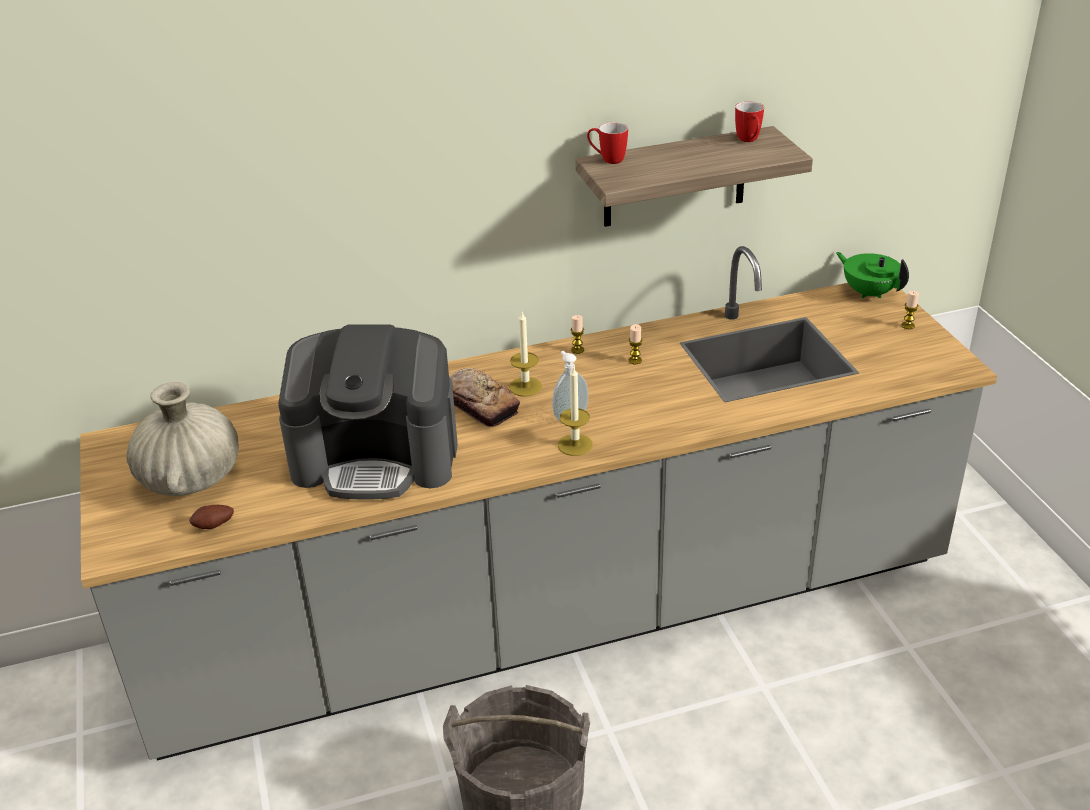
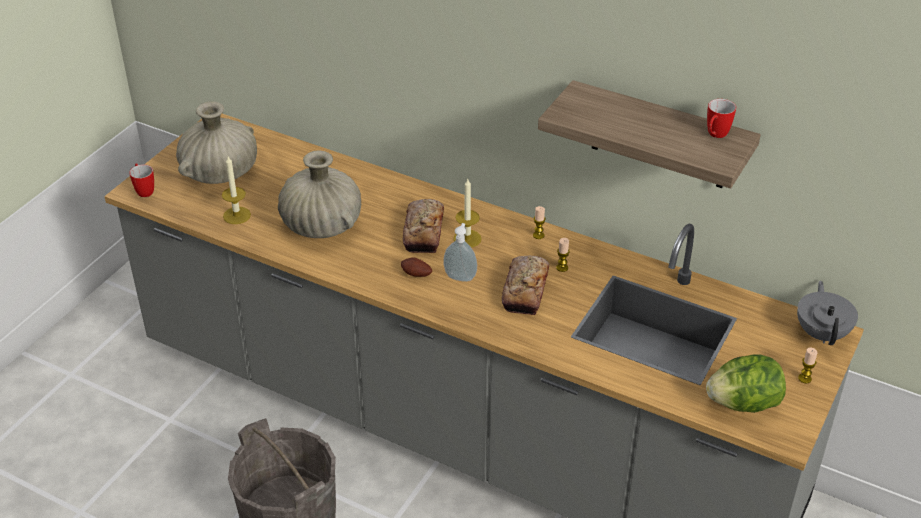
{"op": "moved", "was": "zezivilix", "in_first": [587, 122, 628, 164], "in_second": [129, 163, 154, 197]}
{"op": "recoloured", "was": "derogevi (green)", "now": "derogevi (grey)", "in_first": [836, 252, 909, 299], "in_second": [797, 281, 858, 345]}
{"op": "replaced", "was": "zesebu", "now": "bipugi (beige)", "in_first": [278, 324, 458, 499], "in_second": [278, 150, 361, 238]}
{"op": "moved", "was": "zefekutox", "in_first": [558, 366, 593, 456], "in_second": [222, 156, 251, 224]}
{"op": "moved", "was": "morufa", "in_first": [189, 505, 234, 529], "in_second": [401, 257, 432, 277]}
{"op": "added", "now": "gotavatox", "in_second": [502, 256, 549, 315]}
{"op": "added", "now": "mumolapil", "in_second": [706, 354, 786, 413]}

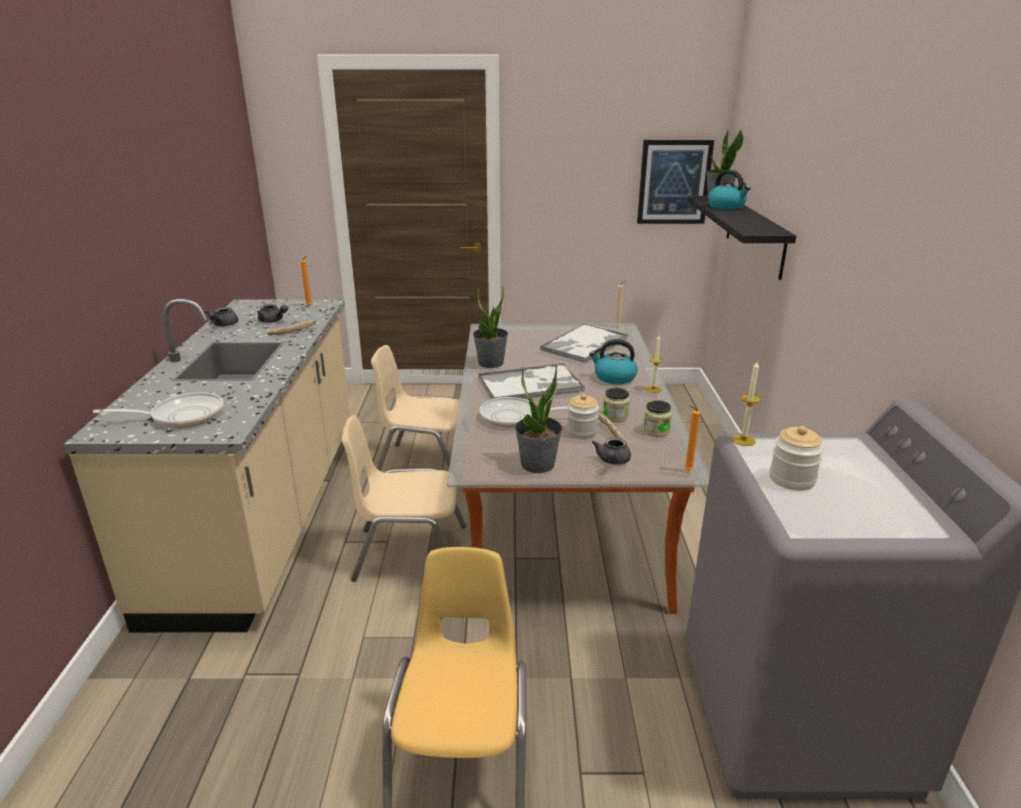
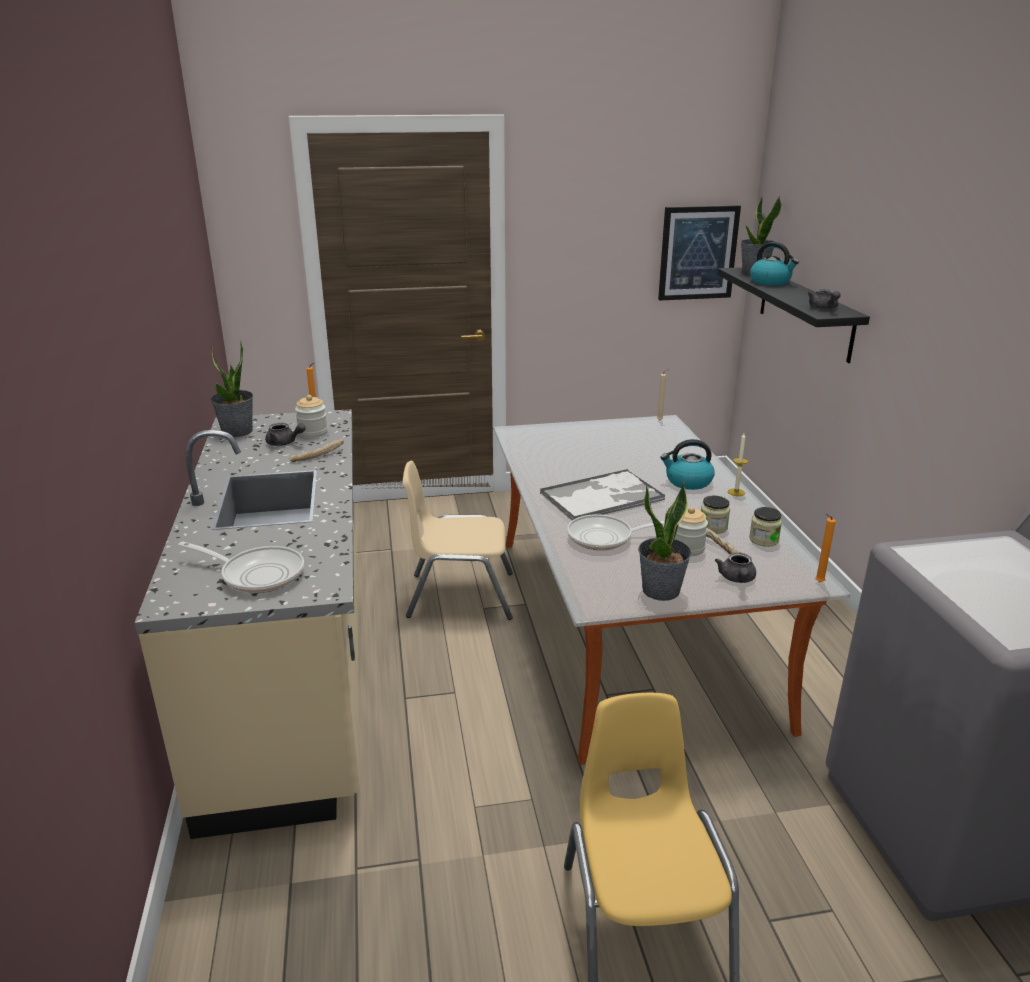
{"op": "moved", "was": "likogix", "in_first": [473, 287, 508, 368], "in_second": [211, 341, 253, 437]}
{"op": "moved", "was": "derogevi (grey)", "in_first": [205, 307, 238, 326], "in_second": [808, 289, 841, 310]}
{"op": "removed", "was": "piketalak", "in_first": [540, 324, 628, 363]}
{"op": "removed", "was": "zefekutox", "in_first": [732, 362, 761, 446]}
{"op": "turned", "was": "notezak", "in_first": [93, 392, 223, 428], "in_second": [178, 541, 304, 593], "clockwise": 45}
{"op": "removed", "was": "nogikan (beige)", "in_first": [342, 415, 466, 582]}
{"op": "moved", "was": "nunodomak", "in_first": [770, 426, 824, 491], "in_second": [295, 395, 328, 438]}

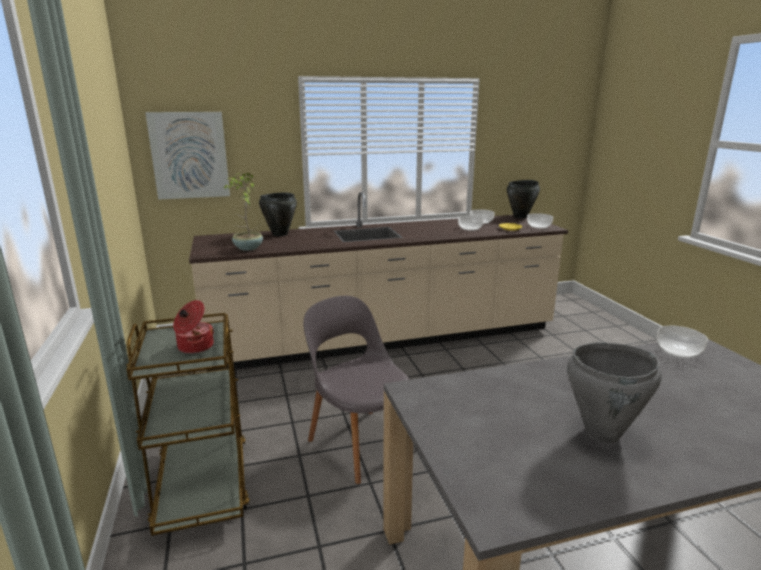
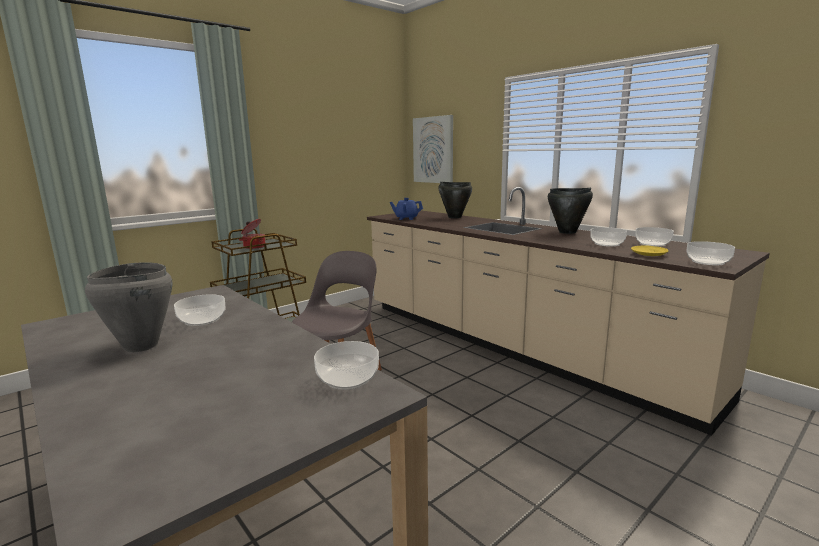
{"op": "replaced", "was": "likogix", "now": "derogevi (blue)", "in_first": [223, 173, 263, 251], "in_second": [390, 198, 423, 220]}
{"op": "moved", "was": "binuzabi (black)", "in_first": [507, 180, 540, 218], "in_second": [548, 188, 593, 234]}
{"op": "added", "now": "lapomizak", "in_second": [174, 294, 225, 326]}

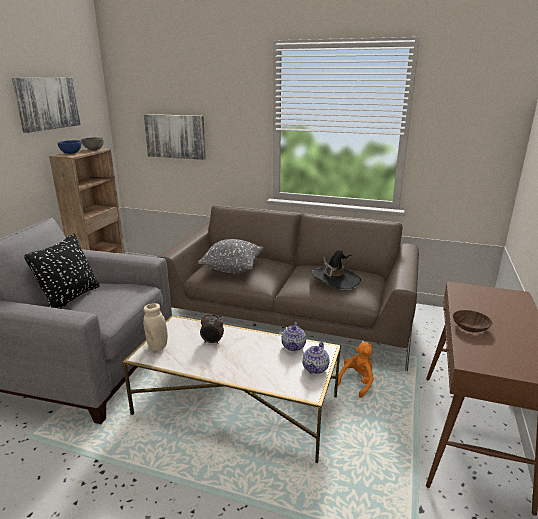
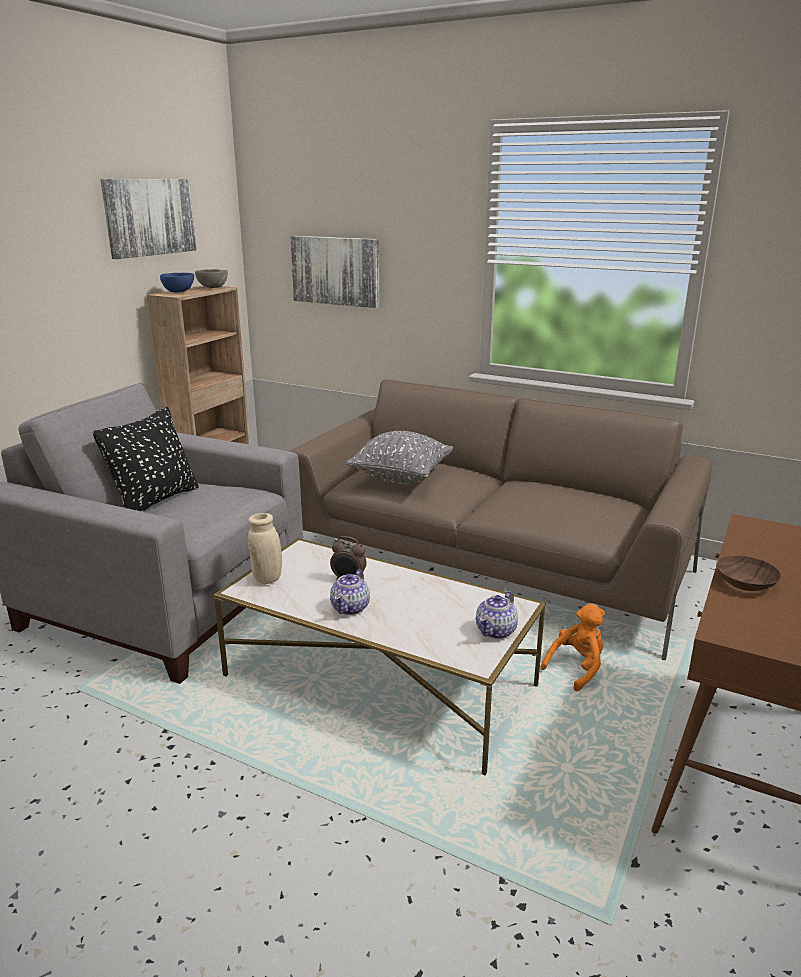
{"op": "removed", "was": "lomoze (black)", "in_first": [311, 249, 361, 289]}
{"op": "moved", "was": "derogevi", "in_first": [281, 322, 306, 351], "in_second": [330, 569, 370, 615]}

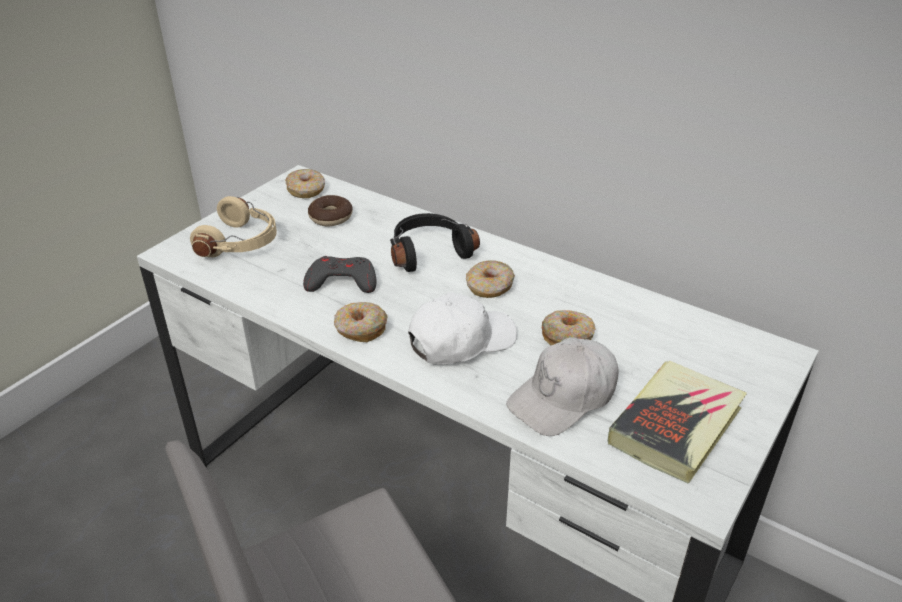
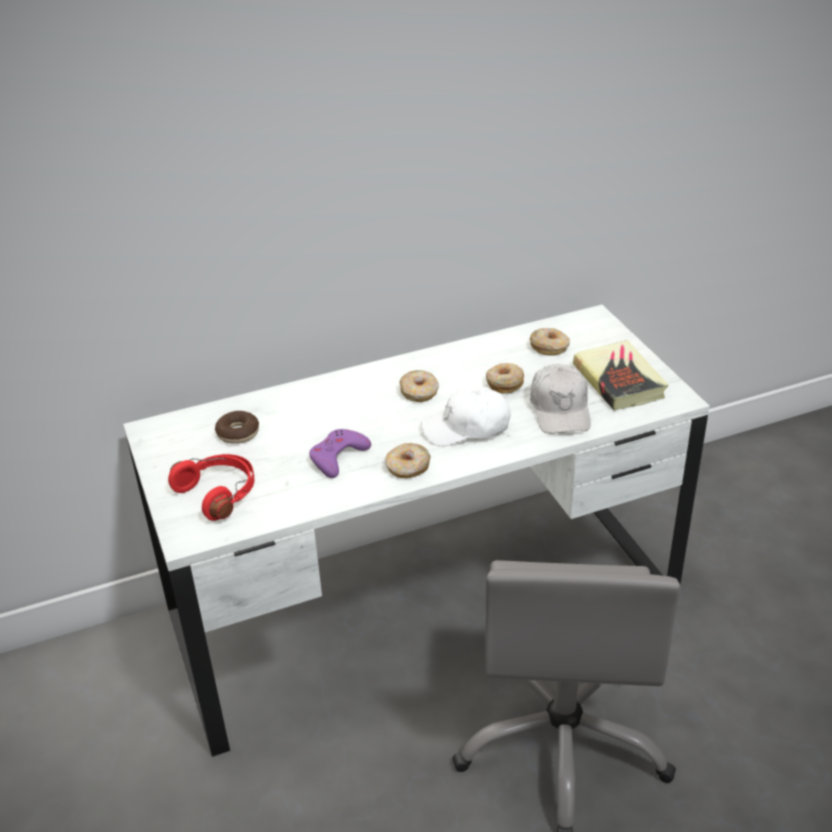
{"op": "moved", "was": "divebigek", "in_first": [285, 169, 325, 198], "in_second": [529, 328, 570, 355]}
{"op": "recoloured", "was": "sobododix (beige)", "now": "sobododix (red)", "in_first": [190, 196, 277, 257], "in_second": [168, 454, 254, 521]}
{"op": "removed", "was": "sobododix (black)", "in_first": [390, 213, 480, 272]}
{"op": "recoloured", "was": "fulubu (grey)", "now": "fulubu (purple)", "in_first": [303, 256, 376, 293], "in_second": [309, 429, 371, 478]}
{"op": "turned", "was": "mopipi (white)", "in_first": [408, 292, 517, 365], "in_second": [421, 387, 511, 446], "clockwise": -105}

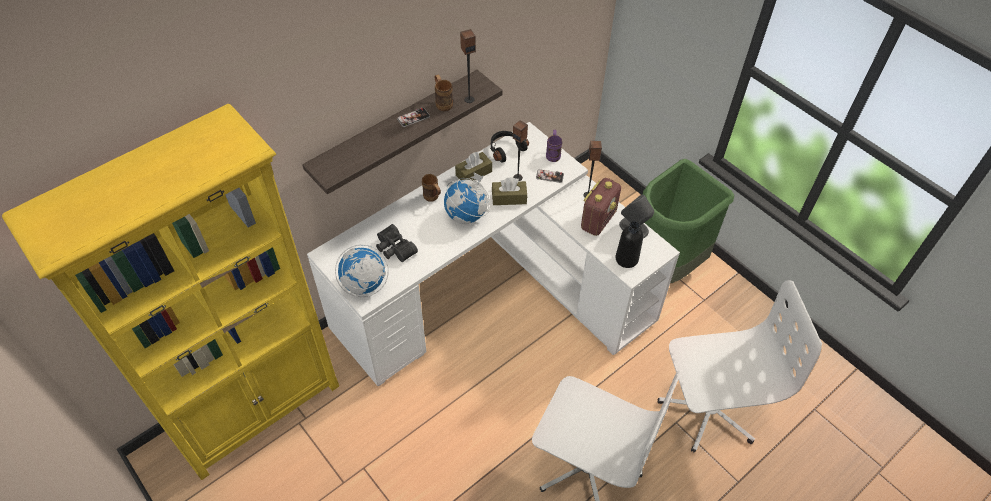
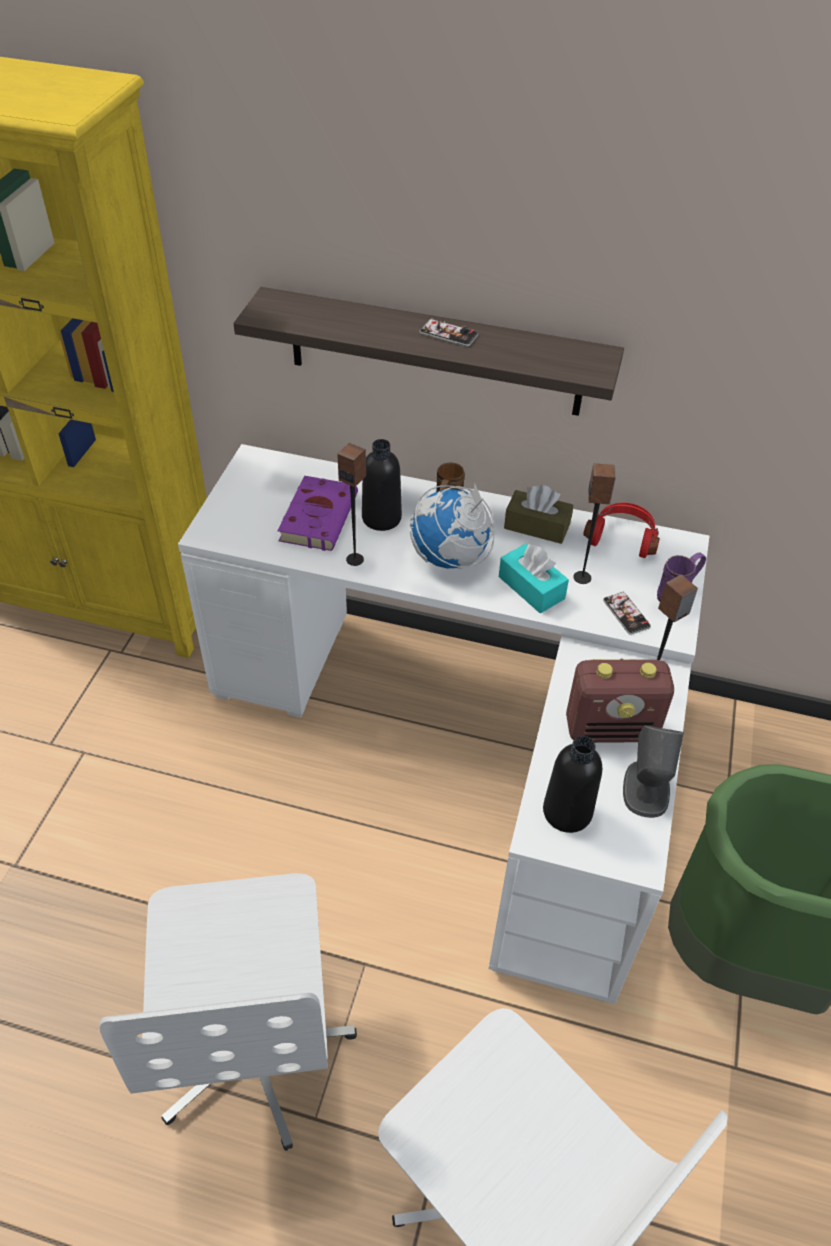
{"op": "moved", "was": "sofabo", "in_first": [460, 29, 476, 103], "in_second": [337, 443, 366, 566]}
{"op": "removed", "was": "zezivilix (brown)", "in_first": [435, 75, 453, 111]}
{"op": "recoloured", "was": "sobododix (black)", "now": "sobododix (red)", "in_first": [490, 131, 529, 162], "in_second": [583, 503, 660, 558]}
{"op": "recoloured", "was": "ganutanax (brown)", "now": "ganutanax (turquoise)", "in_first": [492, 177, 527, 205], "in_second": [499, 544, 569, 613]}
{"op": "replaced", "was": "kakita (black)", "now": "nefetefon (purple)", "in_first": [376, 224, 418, 262], "in_second": [277, 476, 358, 551]}
{"op": "removed", "was": "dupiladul", "in_first": [335, 244, 389, 297]}
{"op": "added", "now": "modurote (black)", "in_second": [362, 439, 402, 531]}

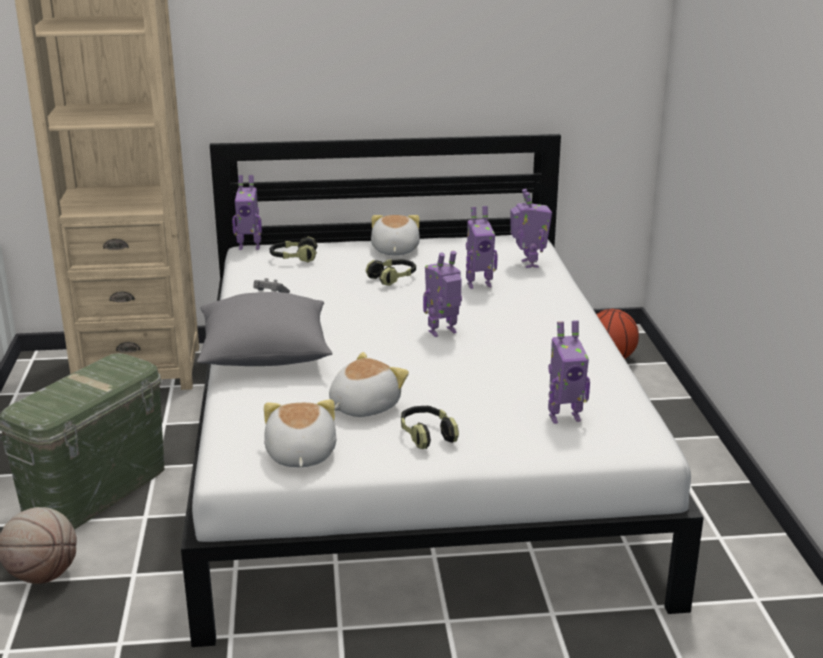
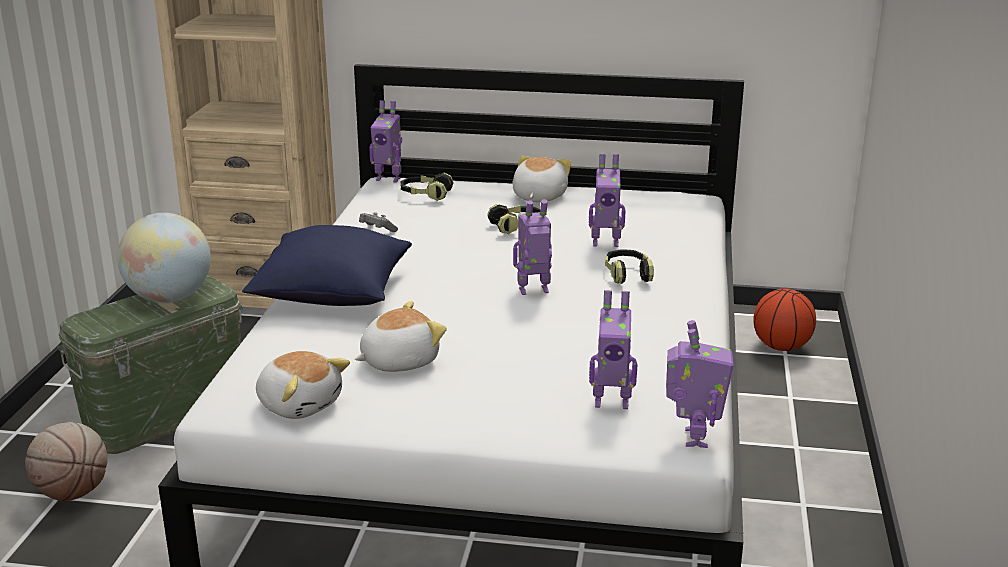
{"op": "moved", "was": "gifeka", "in_first": [510, 189, 552, 268], "in_second": [666, 320, 734, 448]}
{"op": "recoloured", "was": "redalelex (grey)", "now": "redalelex (blue)", "in_first": [197, 292, 332, 366], "in_second": [242, 225, 412, 306]}
{"op": "turned", "was": "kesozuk", "in_first": [264, 399, 337, 467], "in_second": [256, 351, 350, 419], "clockwise": 120}
{"op": "moved", "was": "sobododix", "in_first": [401, 406, 459, 449], "in_second": [605, 249, 654, 284]}
{"op": "added", "now": "dupiladul", "in_second": [117, 213, 211, 303]}

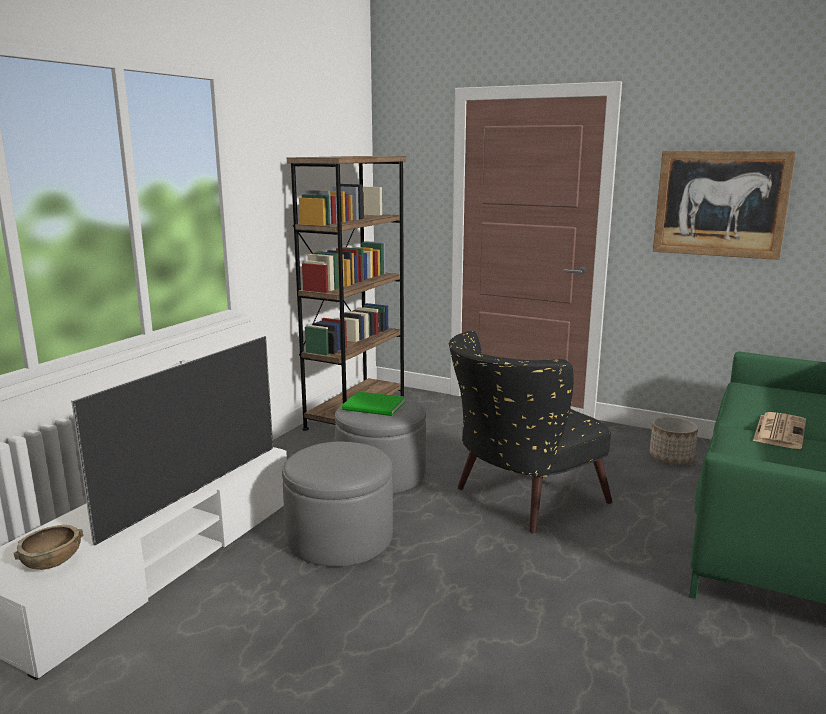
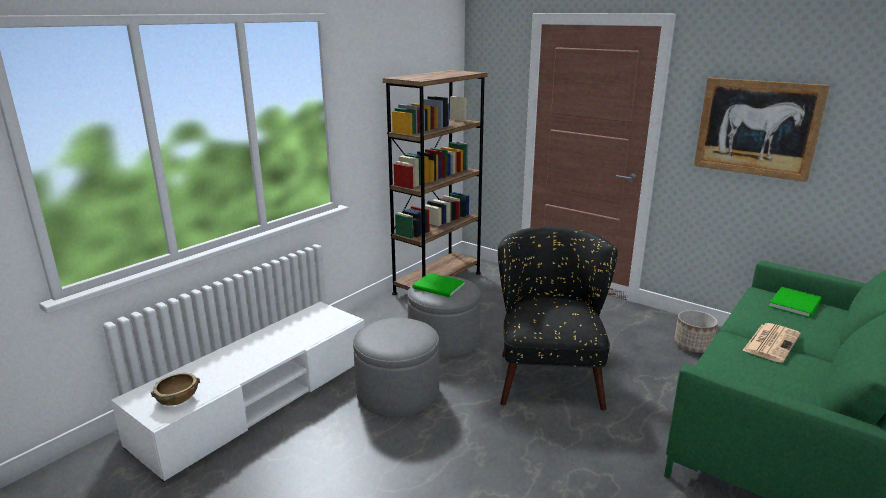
{"op": "turned", "was": "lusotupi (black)", "in_first": [449, 331, 612, 534], "in_second": [498, 226, 618, 410], "clockwise": 120}
{"op": "removed", "was": "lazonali", "in_first": [71, 336, 273, 546]}
{"op": "added", "now": "nefetefon (green)", "in_second": [769, 287, 822, 318]}

